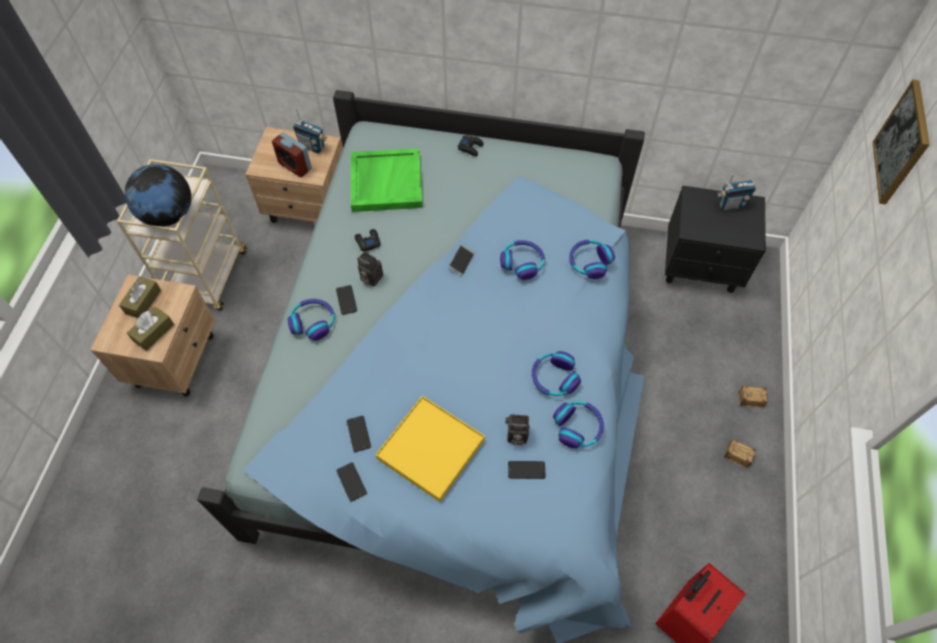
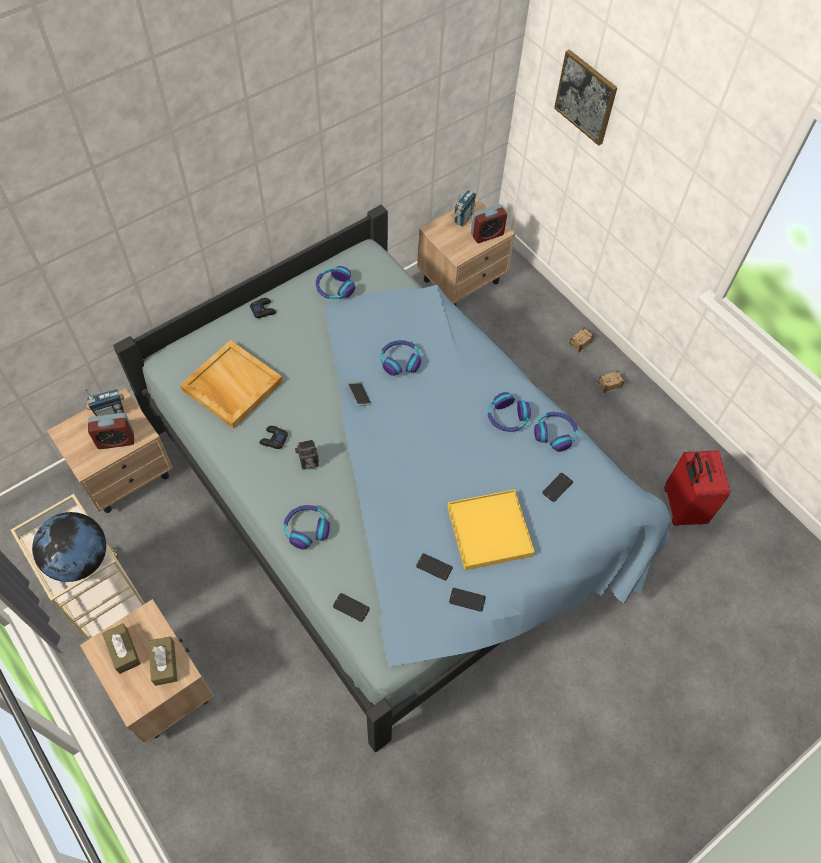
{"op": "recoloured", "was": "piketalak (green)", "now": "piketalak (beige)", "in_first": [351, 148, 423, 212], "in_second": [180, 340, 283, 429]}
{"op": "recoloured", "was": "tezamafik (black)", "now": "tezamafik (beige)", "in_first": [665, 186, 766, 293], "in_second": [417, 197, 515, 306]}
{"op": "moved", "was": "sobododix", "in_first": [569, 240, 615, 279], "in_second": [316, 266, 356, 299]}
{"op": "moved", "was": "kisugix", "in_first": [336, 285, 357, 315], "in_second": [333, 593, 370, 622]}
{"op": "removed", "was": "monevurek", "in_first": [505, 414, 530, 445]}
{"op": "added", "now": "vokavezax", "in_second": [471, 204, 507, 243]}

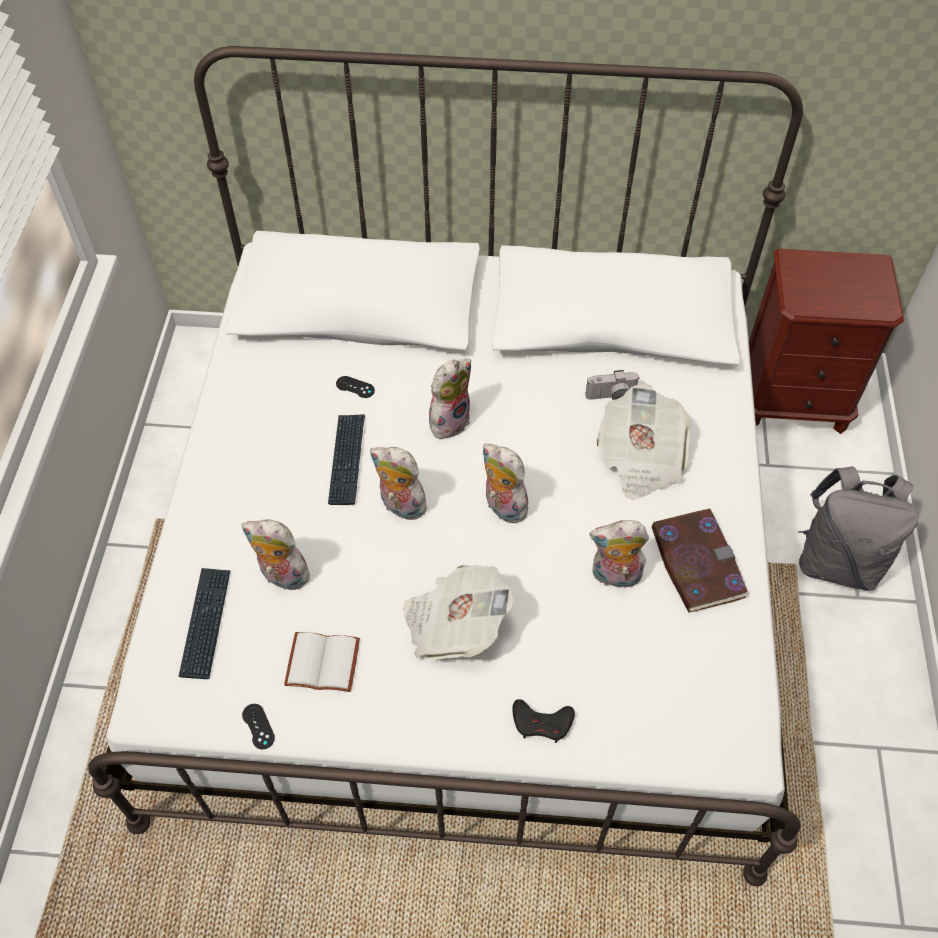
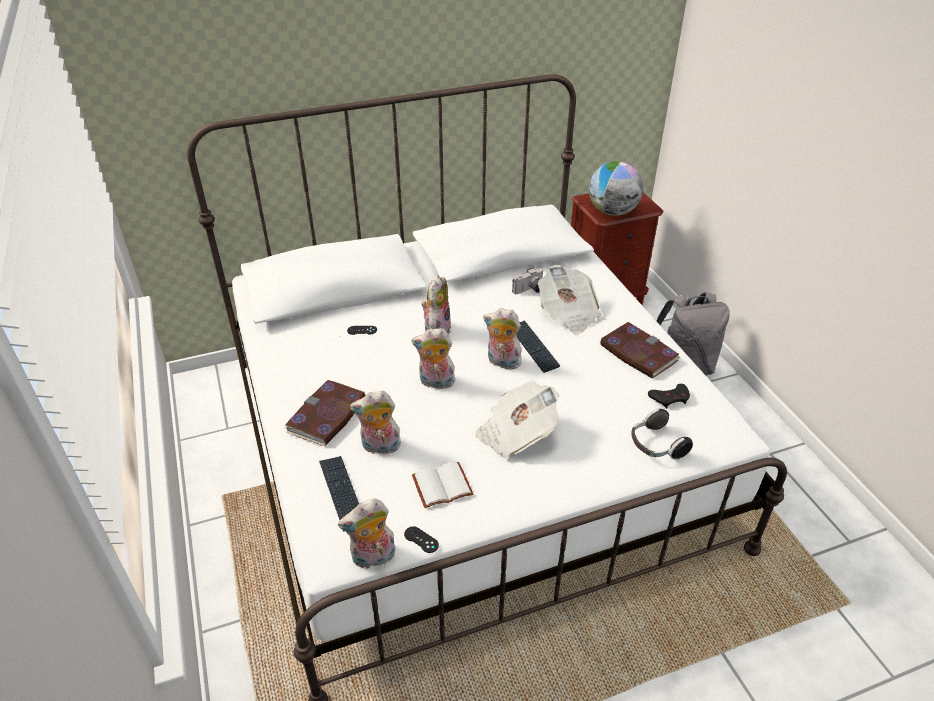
{"op": "moved", "was": "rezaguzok", "in_first": [328, 414, 365, 505], "in_second": [516, 320, 560, 373]}
{"op": "moved", "was": "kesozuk", "in_first": [590, 520, 649, 592], "in_second": [338, 498, 395, 569]}
{"op": "moved", "was": "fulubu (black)", "in_first": [512, 699, 575, 743], "in_second": [648, 384, 690, 408]}
{"op": "added", "now": "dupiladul", "in_second": [589, 161, 644, 216]}
{"op": "added", "now": "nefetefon", "in_second": [285, 380, 365, 446]}
{"op": "added", "now": "sobododix", "in_second": [631, 408, 693, 460]}

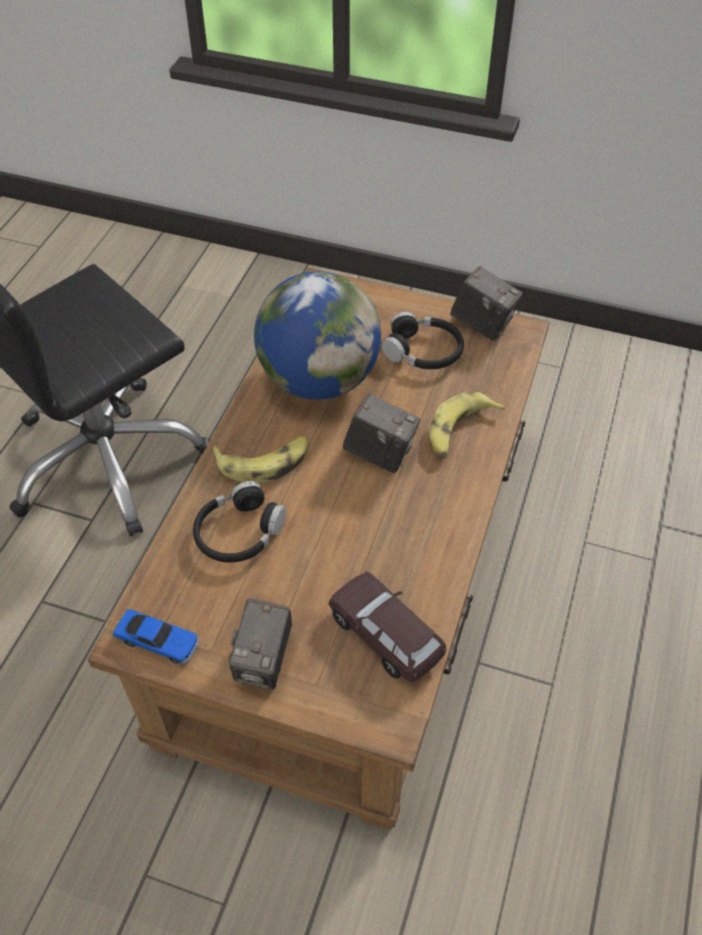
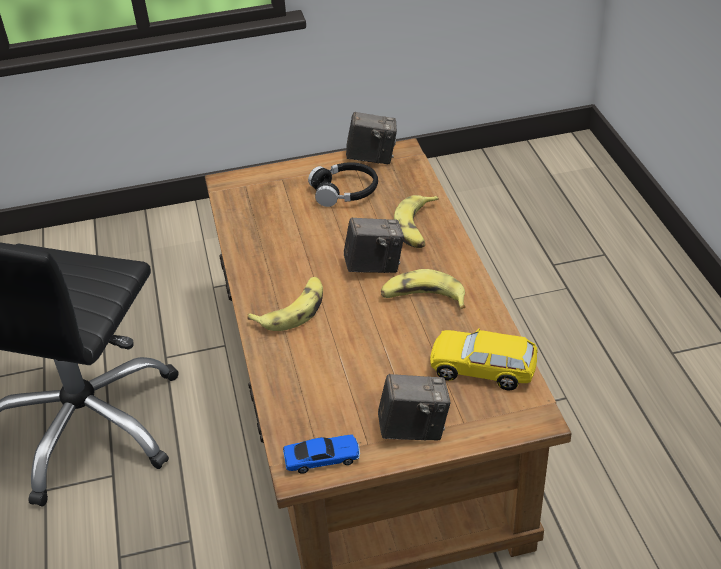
{"op": "removed", "was": "dupiladul", "in_first": [254, 271, 381, 400]}
{"op": "removed", "was": "sobododix (black)", "in_first": [193, 481, 286, 563]}
{"op": "recoloured", "was": "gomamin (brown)", "now": "gomamin (yellow)", "in_first": [329, 571, 447, 683], "in_second": [430, 329, 538, 391]}
{"op": "turned", "was": "monevurek", "in_first": [229, 598, 292, 689], "in_second": [378, 374, 450, 441], "clockwise": -75}
{"op": "added", "now": "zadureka", "in_second": [381, 269, 465, 309]}

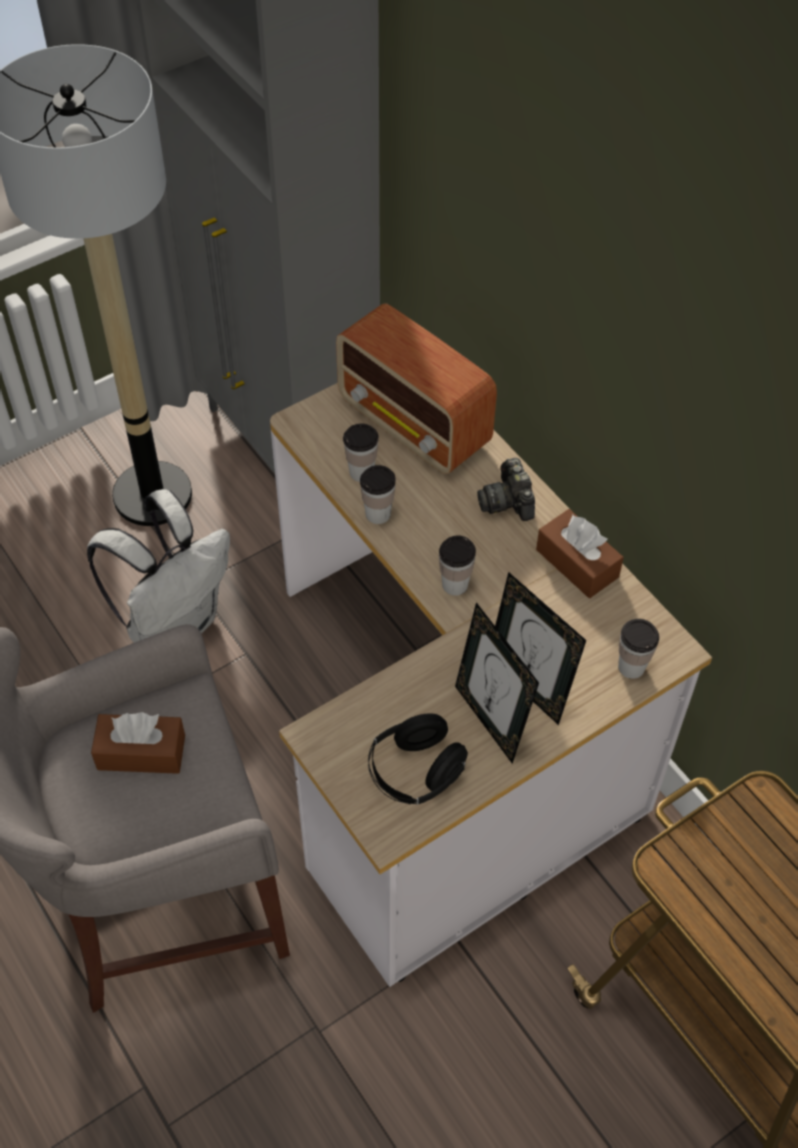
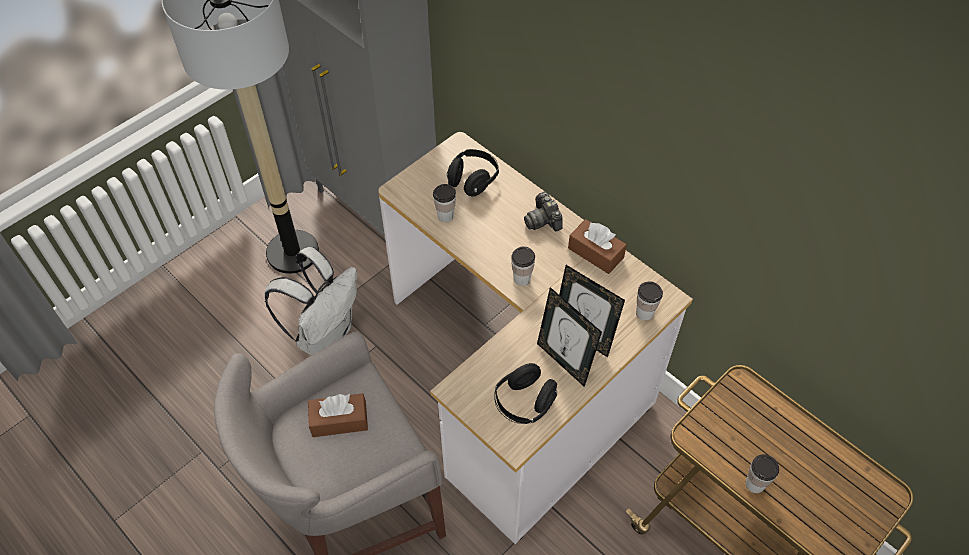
{"op": "replaced", "was": "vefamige", "now": "sobododix (black)", "in_first": [336, 303, 497, 474], "in_second": [447, 149, 499, 196]}
{"op": "moved", "was": "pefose", "in_first": [360, 465, 396, 524], "in_second": [746, 454, 779, 493]}

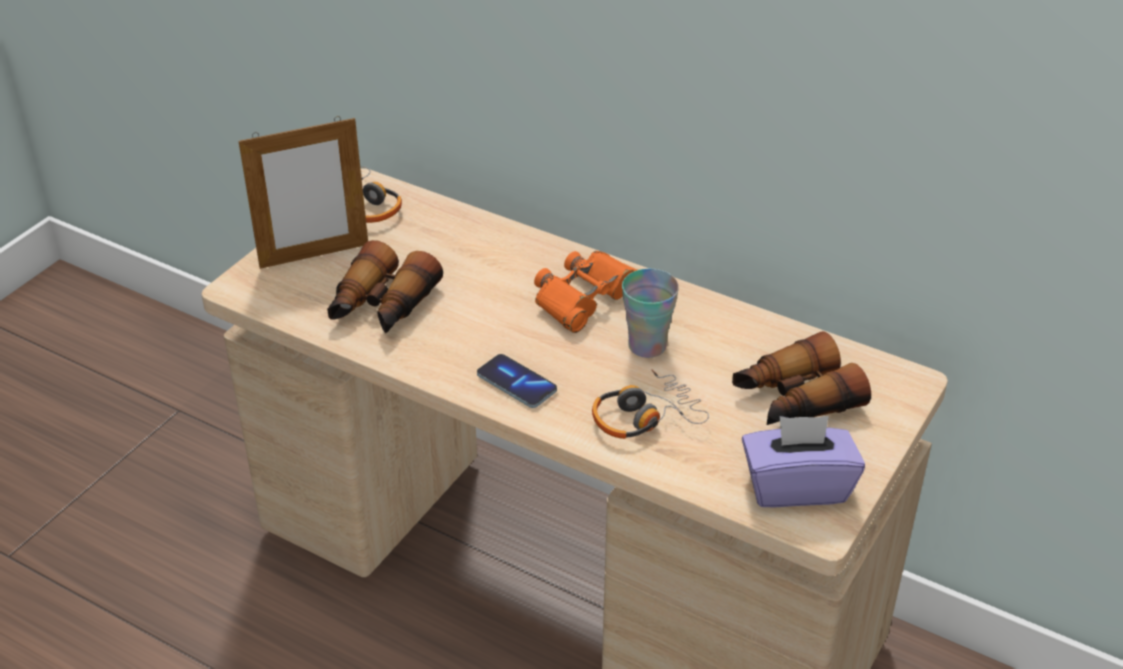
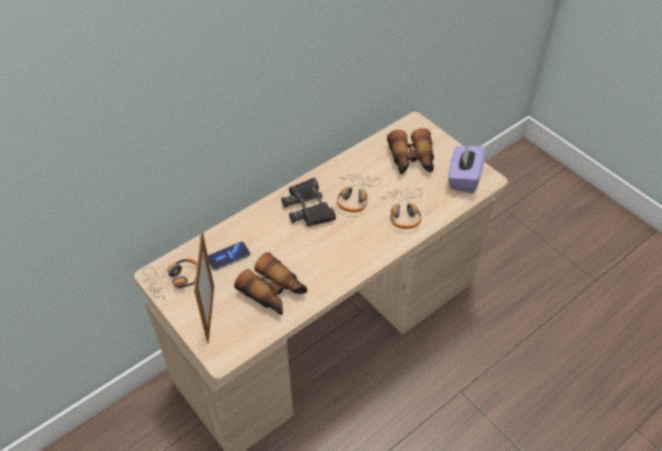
{"op": "recoloured", "was": "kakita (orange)", "now": "kakita (black)", "in_first": [534, 251, 638, 333], "in_second": [281, 178, 336, 227]}
{"op": "replaced", "was": "pefose", "now": "sobododix", "in_first": [622, 269, 679, 358], "in_second": [337, 174, 381, 212]}
{"op": "moved", "was": "kisugix", "in_first": [477, 354, 557, 408], "in_second": [208, 242, 251, 271]}

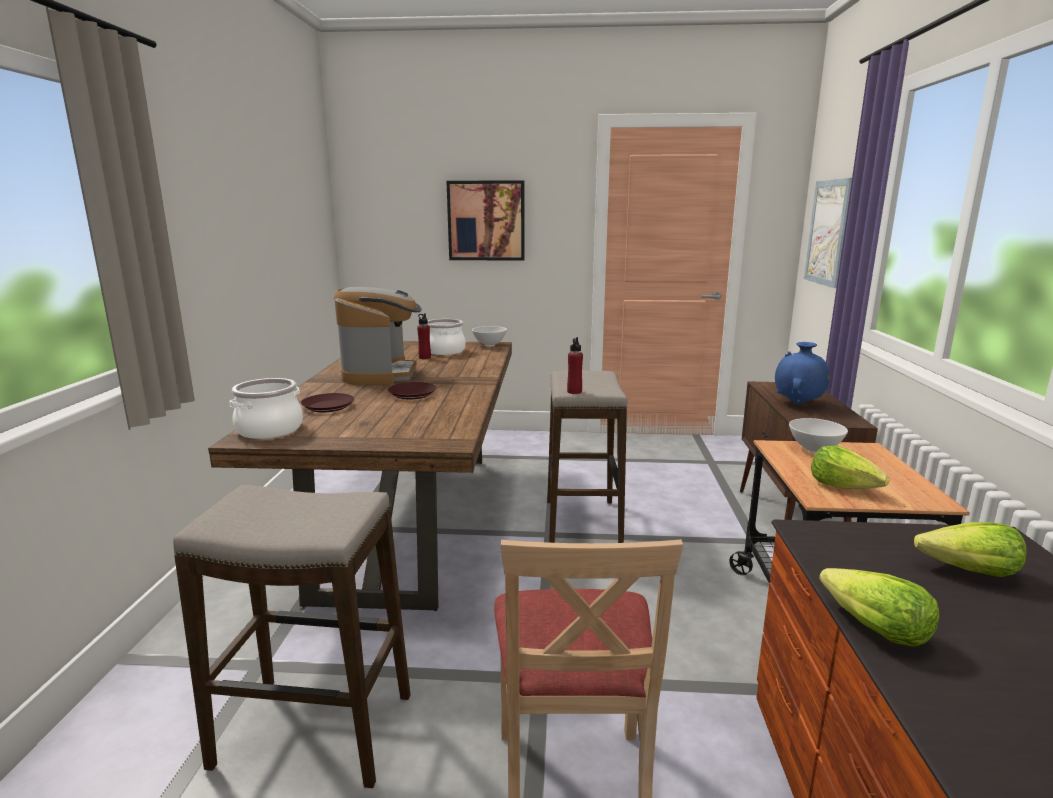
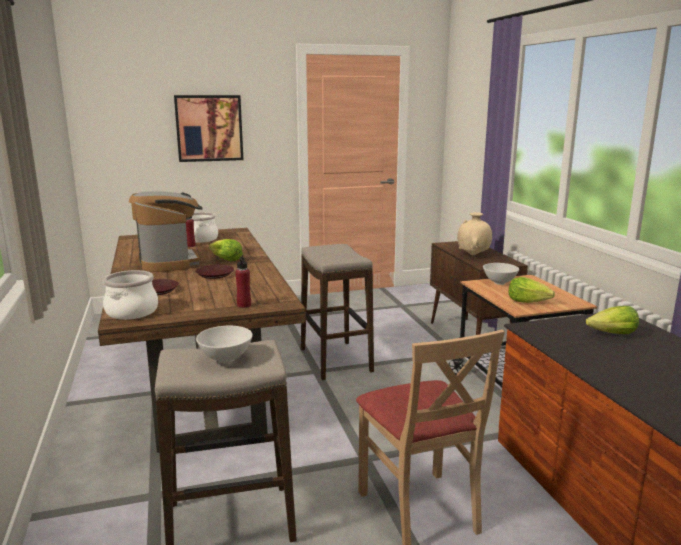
{"op": "removed", "was": "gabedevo", "in_first": [804, 178, 852, 288]}
{"op": "moved", "was": "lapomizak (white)", "in_first": [472, 326, 507, 347], "in_second": [196, 326, 253, 363]}
{"op": "moved", "was": "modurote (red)", "in_first": [567, 337, 583, 394], "in_second": [235, 255, 251, 308]}
{"op": "recoloured", "was": "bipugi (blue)", "now": "bipugi (beige)", "in_first": [775, 342, 830, 404], "in_second": [457, 212, 492, 255]}
{"op": "moved", "was": "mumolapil", "in_first": [819, 568, 939, 647], "in_second": [209, 239, 243, 261]}

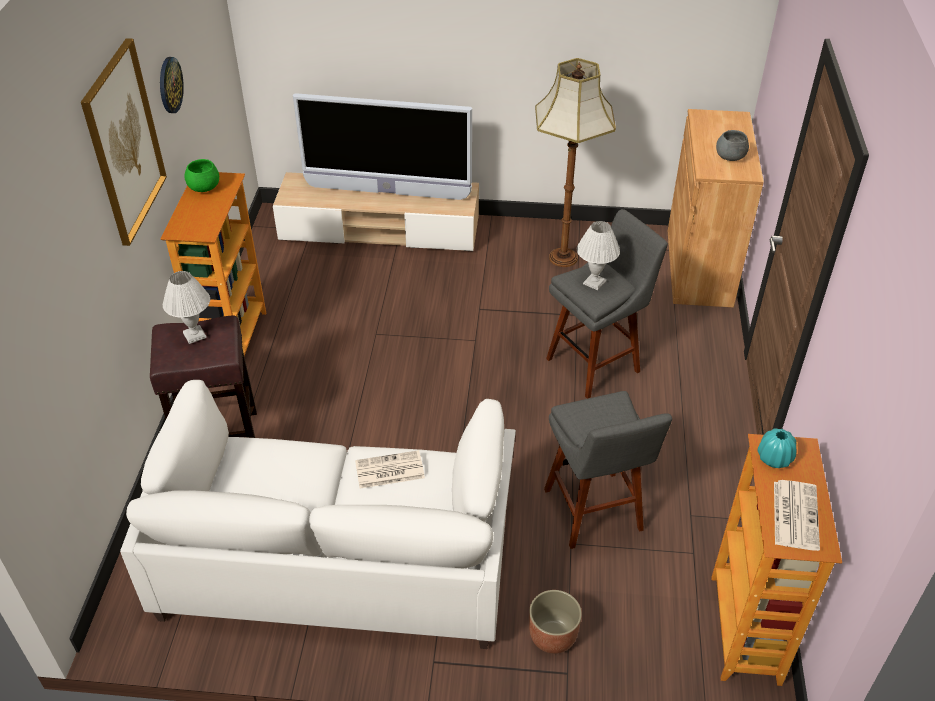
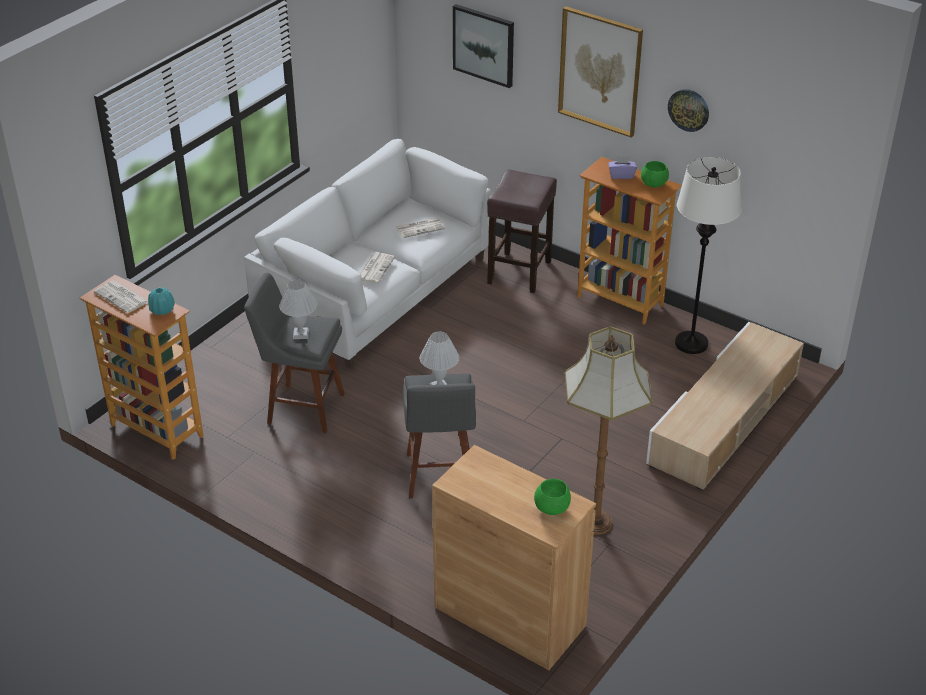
{"op": "removed", "was": "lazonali", "in_first": [293, 93, 472, 200]}
{"op": "removed", "was": "lapomizak (grey)", "in_first": [716, 130, 749, 161]}
{"op": "moved", "was": "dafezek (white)", "in_first": [163, 271, 210, 344], "in_second": [279, 280, 317, 339]}
{"op": "removed", "was": "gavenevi", "in_first": [529, 590, 582, 654]}
{"op": "added", "now": "gabedevo", "in_second": [453, 4, 514, 88]}
{"op": "added", "now": "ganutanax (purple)", "in_second": [608, 156, 637, 179]}
{"op": "added", "now": "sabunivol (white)", "in_second": [675, 157, 741, 354]}
{"op": "added", "now": "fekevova", "in_second": [396, 218, 445, 238]}
{"op": "added", "now": "lapomizak (green)", "in_second": [534, 479, 571, 515]}

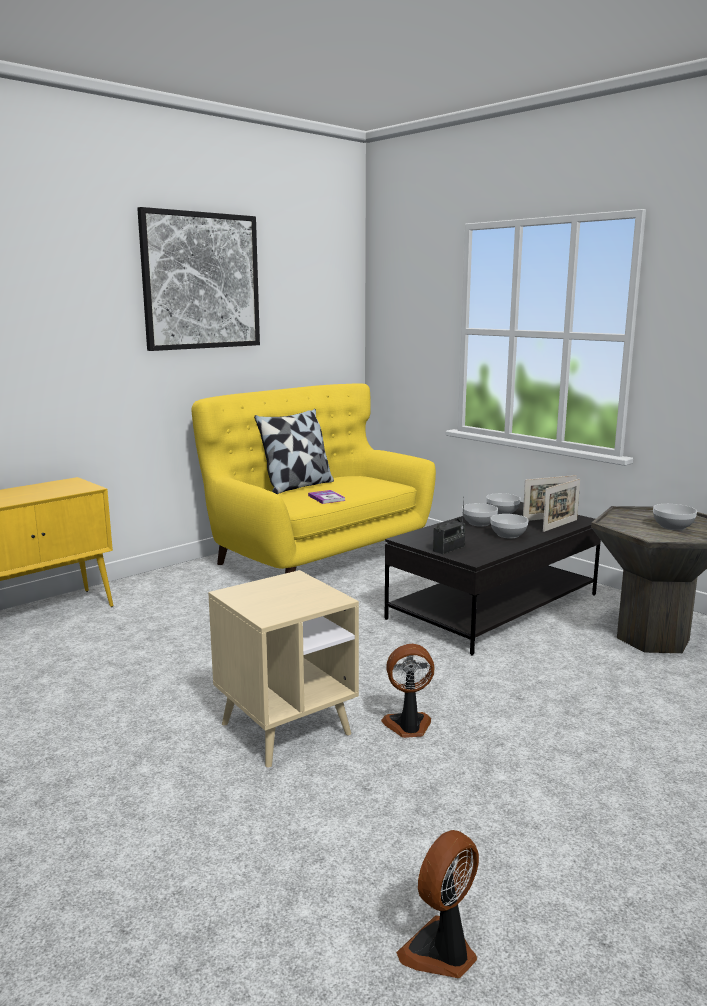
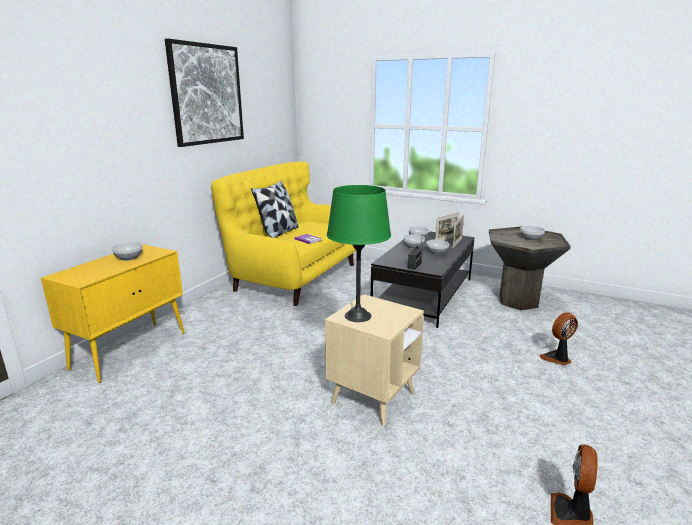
{"op": "moved", "was": "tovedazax", "in_first": [381, 644, 435, 738], "in_second": [539, 312, 578, 365]}
{"op": "added", "now": "dafezek (green)", "in_second": [327, 185, 391, 322]}
{"op": "added", "now": "lapomizak", "in_second": [112, 242, 143, 261]}

